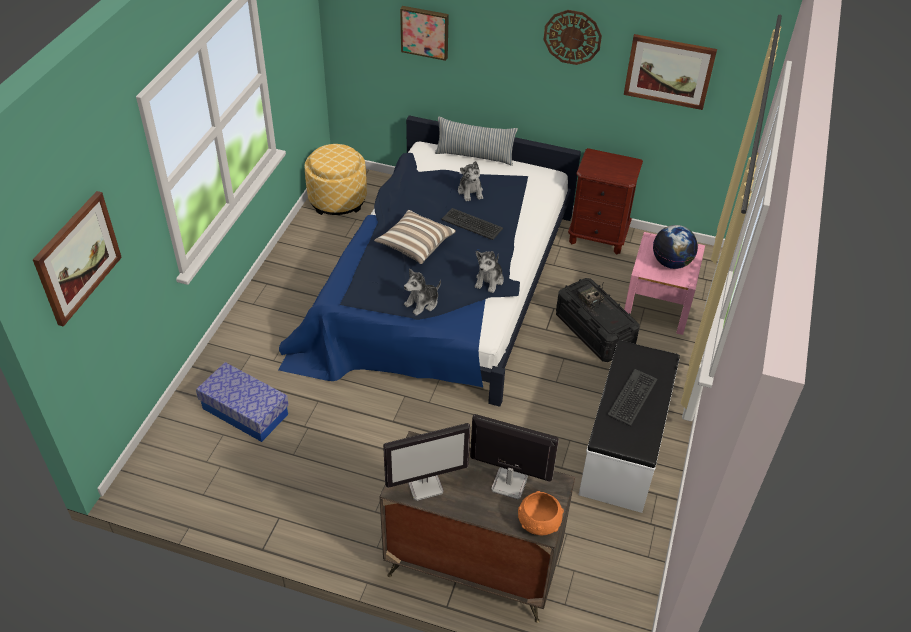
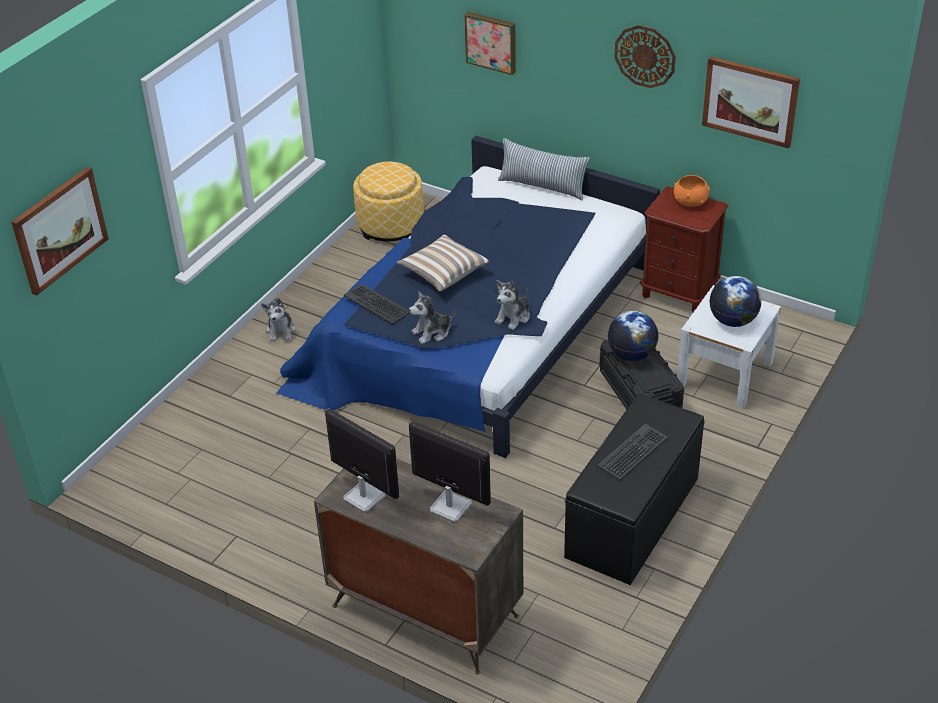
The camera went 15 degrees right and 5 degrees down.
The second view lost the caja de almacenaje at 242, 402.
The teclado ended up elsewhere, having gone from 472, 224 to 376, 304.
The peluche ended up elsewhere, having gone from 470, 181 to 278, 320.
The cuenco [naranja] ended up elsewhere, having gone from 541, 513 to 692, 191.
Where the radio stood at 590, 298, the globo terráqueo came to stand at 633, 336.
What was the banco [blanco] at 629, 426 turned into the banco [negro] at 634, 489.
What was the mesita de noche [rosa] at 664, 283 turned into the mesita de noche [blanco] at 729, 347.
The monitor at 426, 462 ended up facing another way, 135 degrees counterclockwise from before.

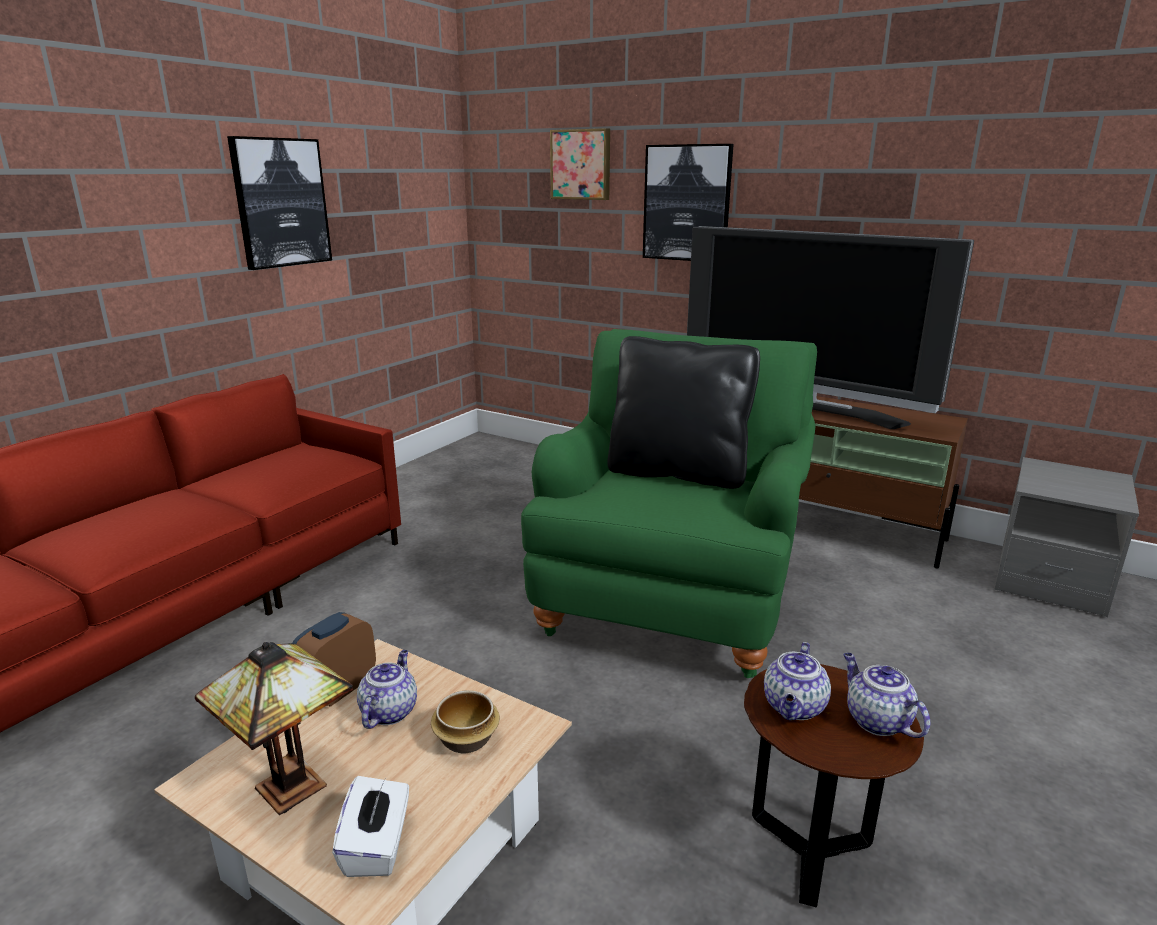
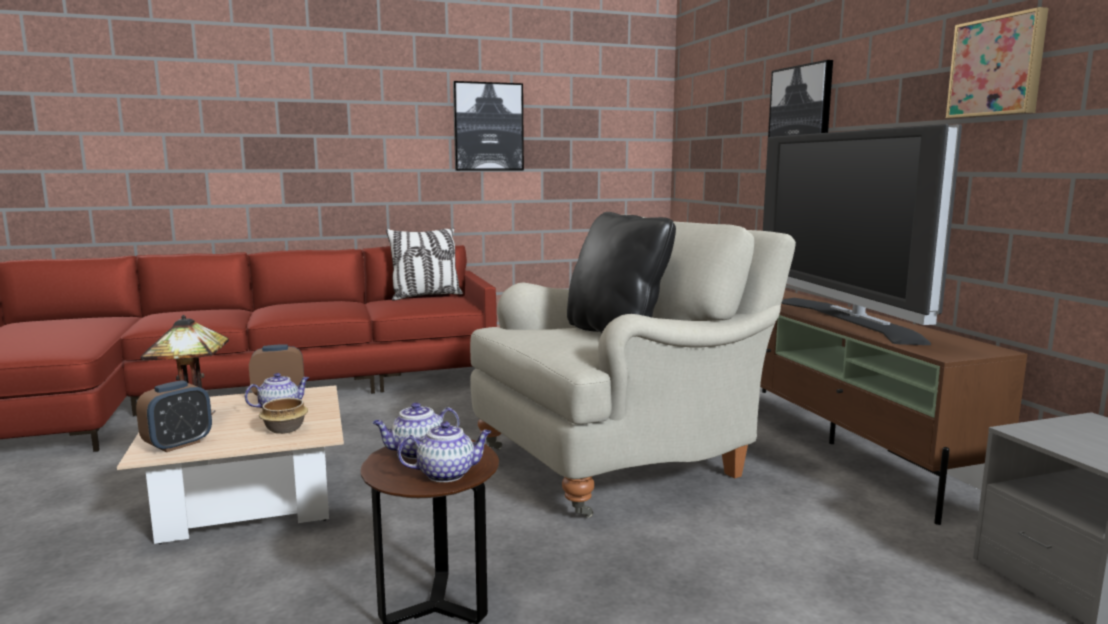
The camera went 40 degrees right and 10 degrees down.
The second view gained the cojín at 424, 264.
The cuadro ended up elsewhere, having gone from 580, 164 to 997, 63.
Where the caja de pañuelos [blanco] stood at 370, 826, the despertador came to stand at 174, 416.
What was the sillón [verde] at 669, 503 turned into the sillón [beis] at 633, 367.
The tetera at 887, 695 ended up facing another way, 60 degrees clockwise from before.

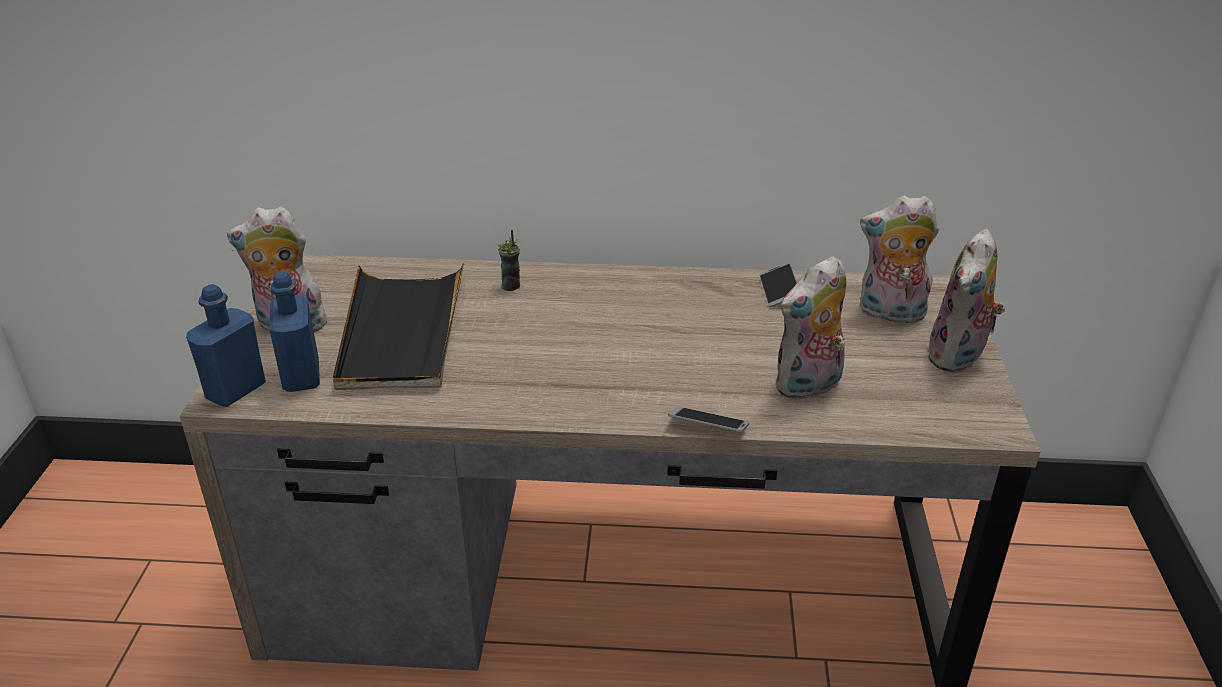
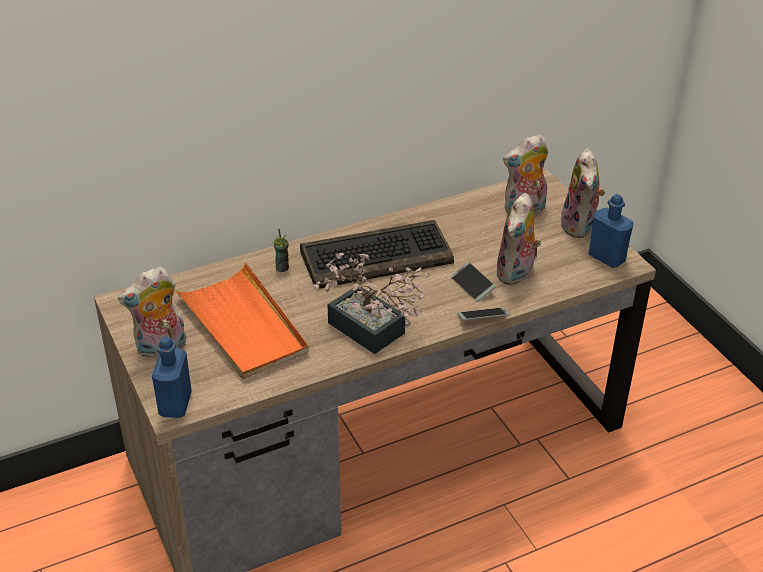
The camera went 30 degrees left and 5 degrees up.
The second view gained the teclado at 377, 254.
The second view gained the planta en maceta at 371, 303.
The botella [azul] ended up elsewhere, having gone from 294, 332 to 611, 231.
The móvil ended up elsewhere, having gone from 778, 284 to 473, 282.
What was the bandeja [negro] at 398, 327 turned into the bandeja [naranja] at 242, 320.

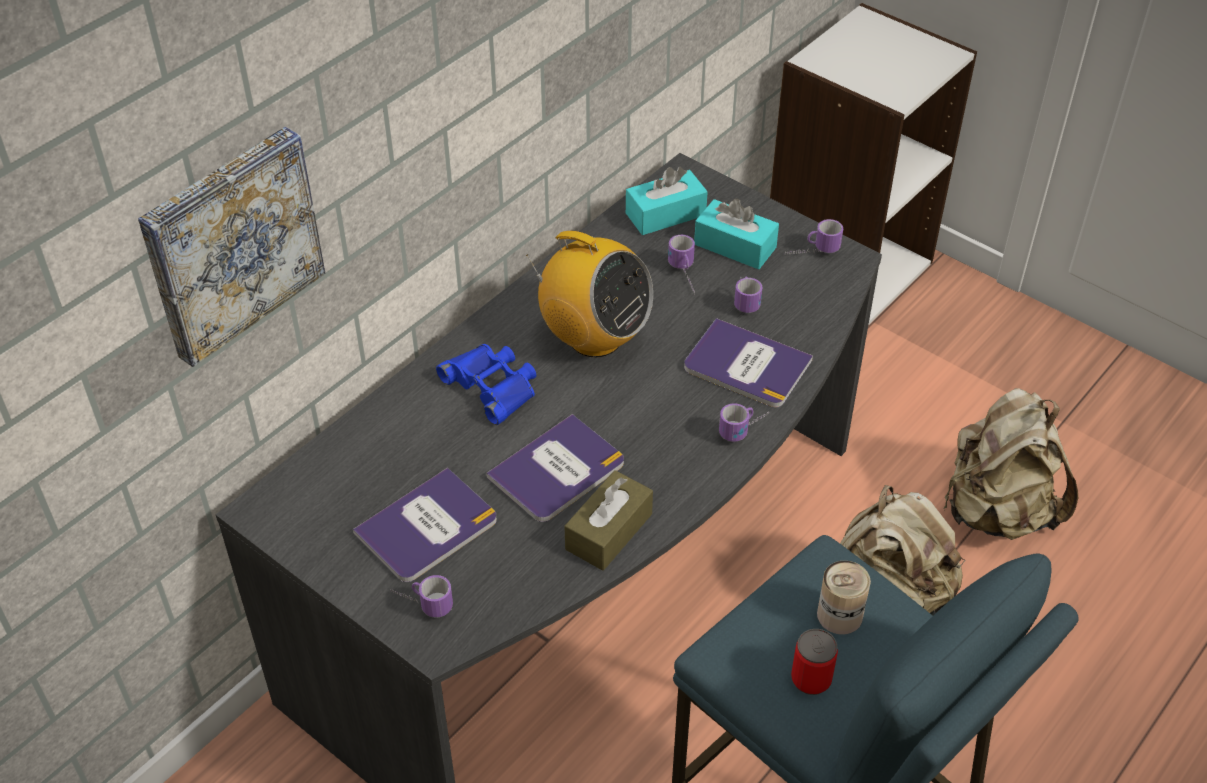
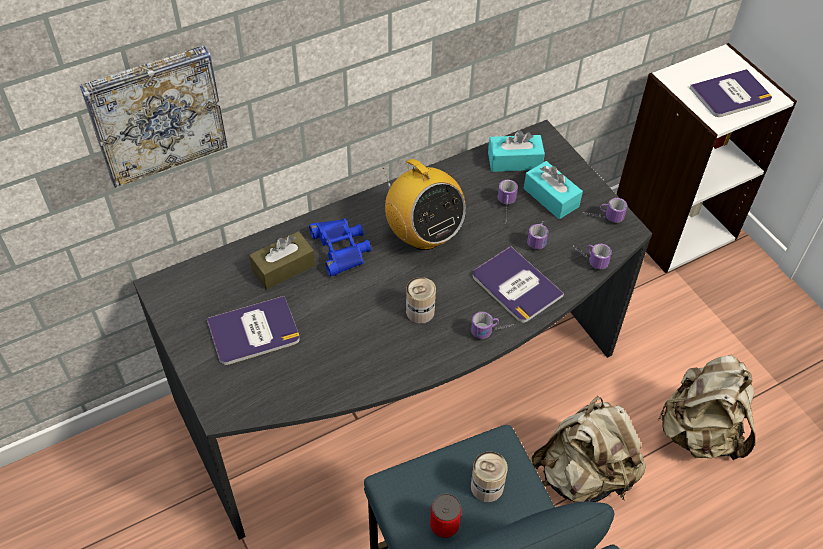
The camera went 20 degrees right and 5 degrees up.
The second view gained the lata at 421, 300.
The taza grande ended up elsewhere, having gone from 421, 596 to 593, 256.
The libro ended up elsewhere, having gone from 555, 468 to 731, 93.
The caja de pañuelos [marrón] ended up elsewhere, having gone from 608, 520 to 282, 260.

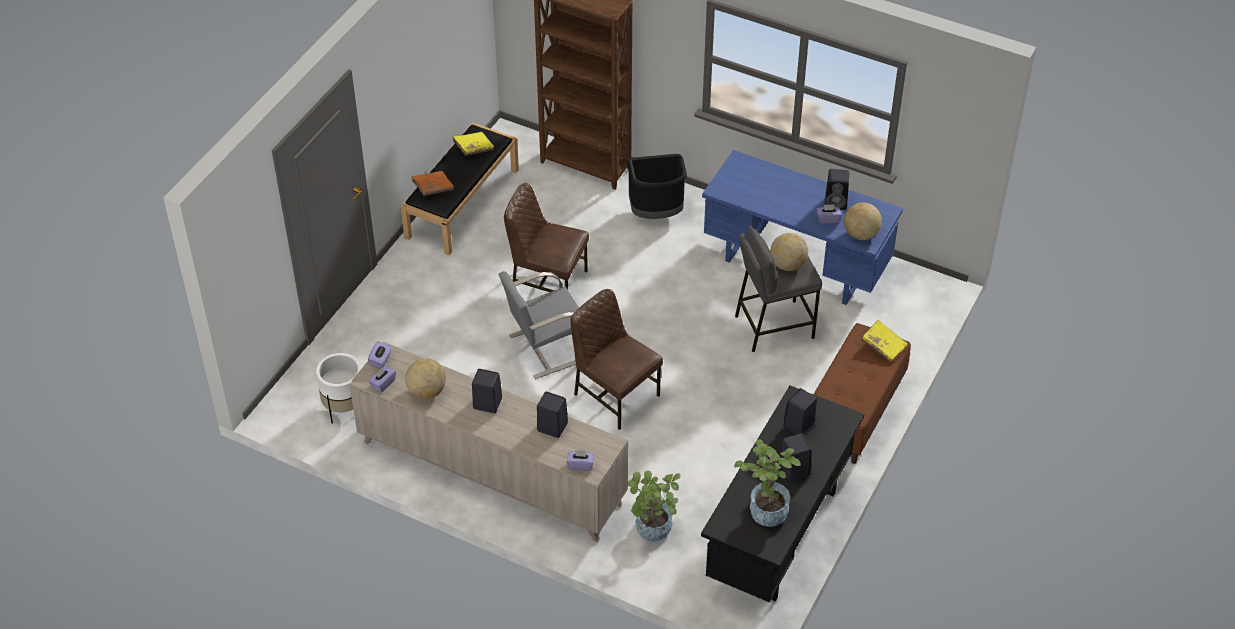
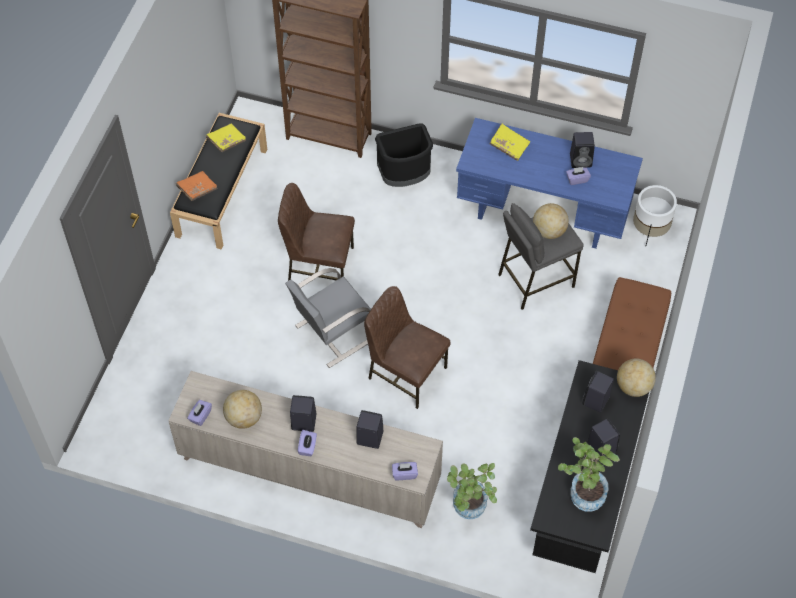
The camera went 10 degrees left and 10 degrees up.
The maceta [blanco] ended up elsewhere, having gone from 338, 388 to 655, 215.
The caja de pañuelos [morado] ended up elsewhere, having gone from 380, 354 to 307, 443.
The globo terráqueo ended up elsewhere, having gone from 863, 221 to 636, 377.
The libro [amarillo] ended up elsewhere, having gone from 884, 341 to 510, 142.

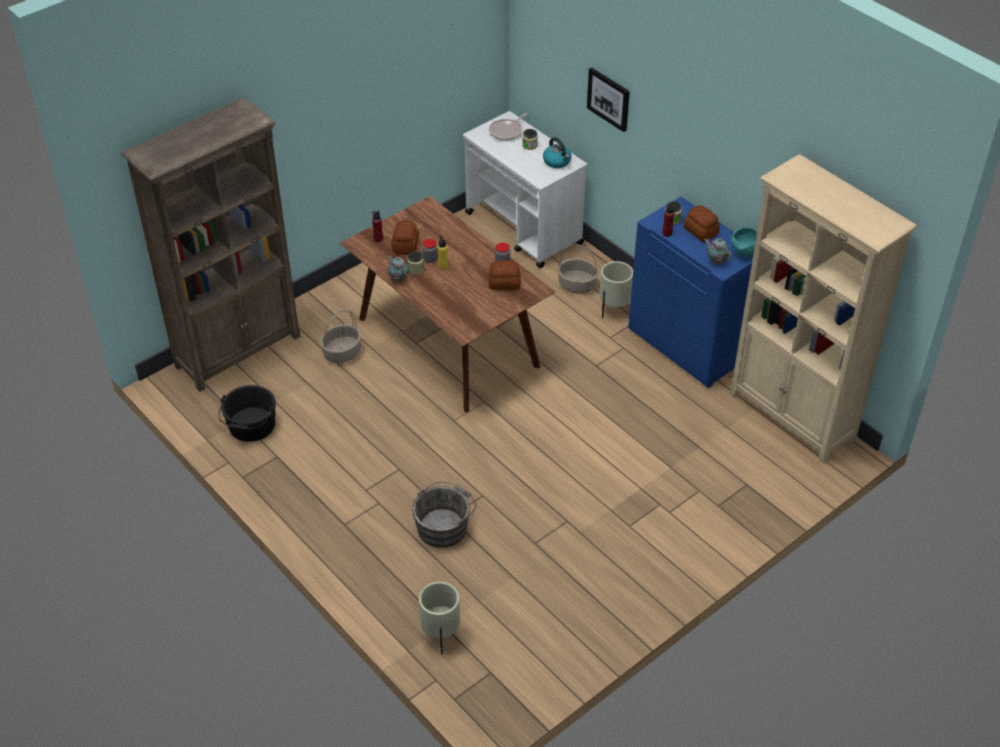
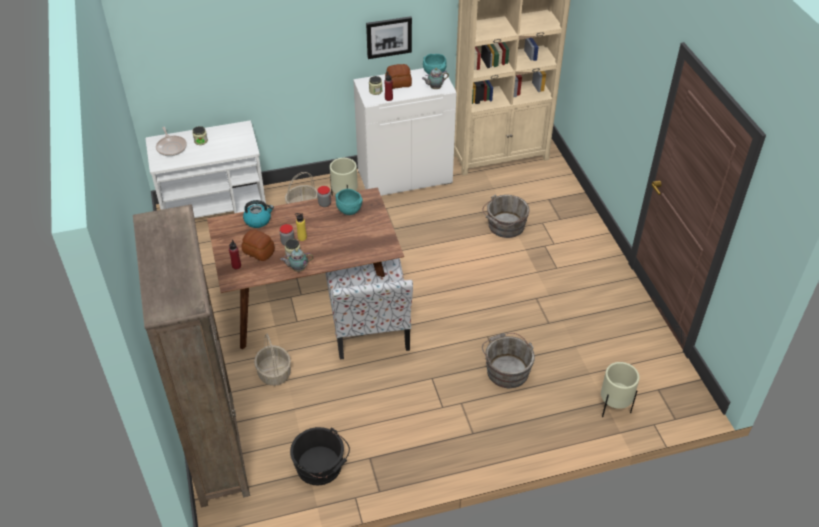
The camera went 65 degrees left and 0 degrees up.
The second view gained the silla at 369, 309.
The second view gained the cubo [gris] at 506, 216.
The hervidor ended up elsewhere, having gone from 557, 152 to 258, 214.
The cuadro ended up elsewhere, having gone from 608, 99 to 389, 37.
Where the pan stood at 505, 275, the cuenco [turquesa] came to stand at 349, 202.
What was the armario [azul] at 690, 292 turned into the armario [blanco] at 404, 132.

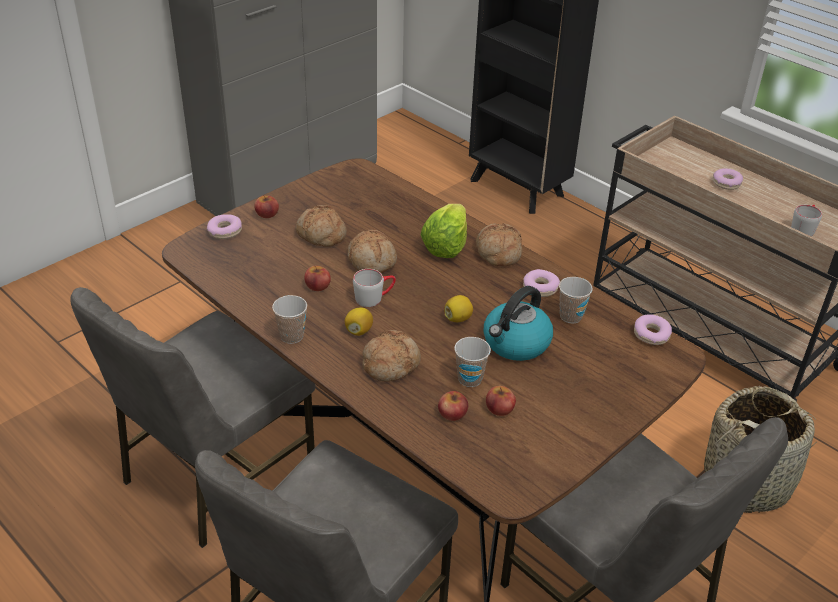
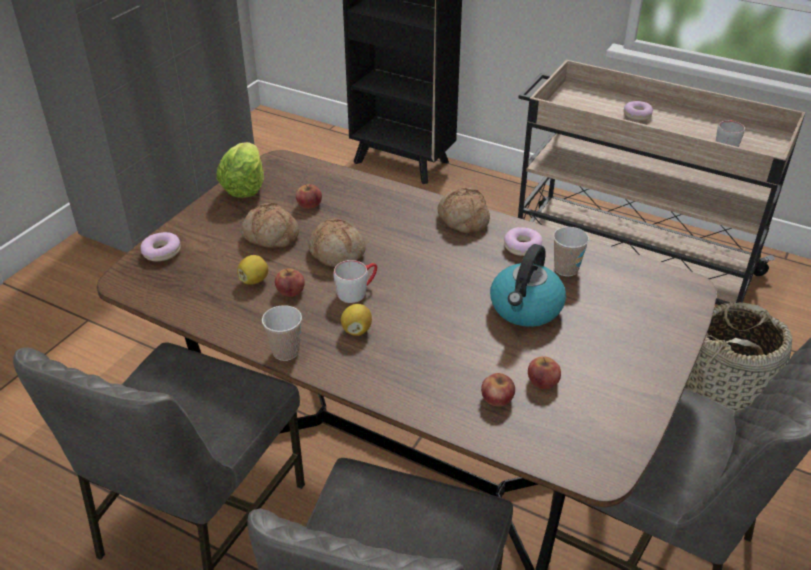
The camera went 15 degrees left and 0 degrees up.
The second view lost the pan at 391, 356.
The second view lost the taza at 472, 362.
The second view lost the rosquilla at 653, 329.
The manzana ended up elsewhere, having gone from 266, 206 to 309, 196.
The lechuga ended up elsewhere, having gone from 443, 231 to 240, 170.
The limón ended up elsewhere, having gone from 458, 308 to 252, 270.

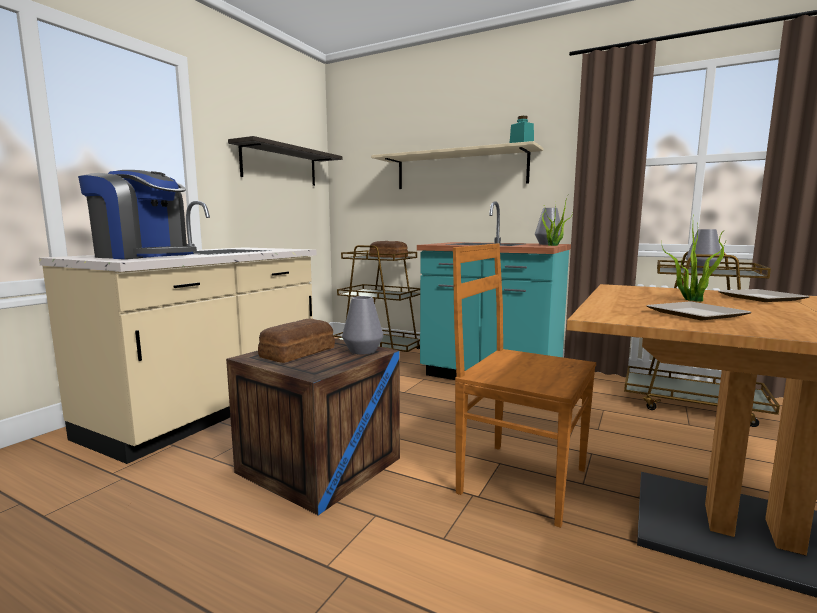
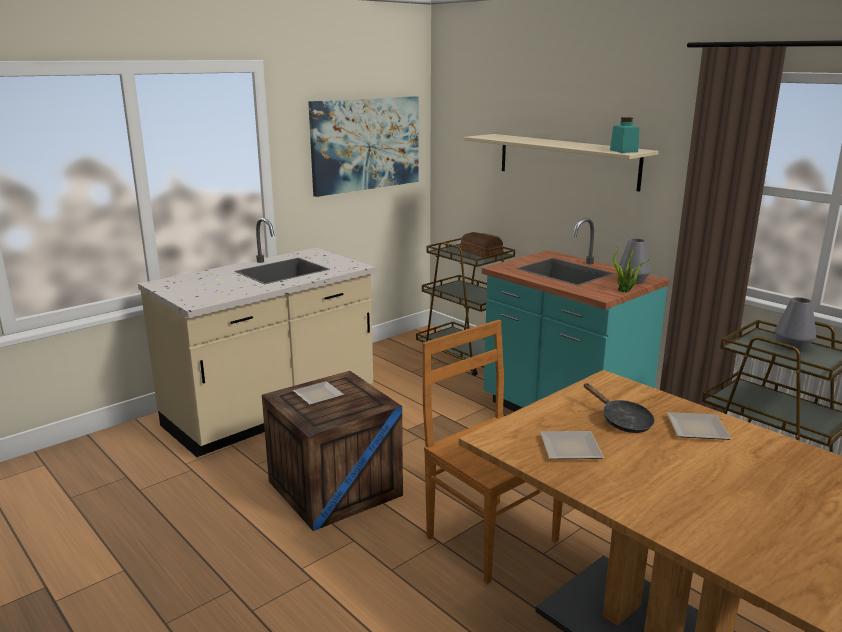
The camera went 20 degrees right and 10 degrees up.
The second view lost the cafetera at 137, 214.
The second view lost the florero [gris] at 362, 325.
Where the estante hung at 285, 161, the cuadro came to hang at 363, 146.
Where the pan stood at 296, 341, the plato came to stand at 318, 393.
Where the planta en maceta stood at 694, 257, the sartén [negro] came to stand at 619, 408.

